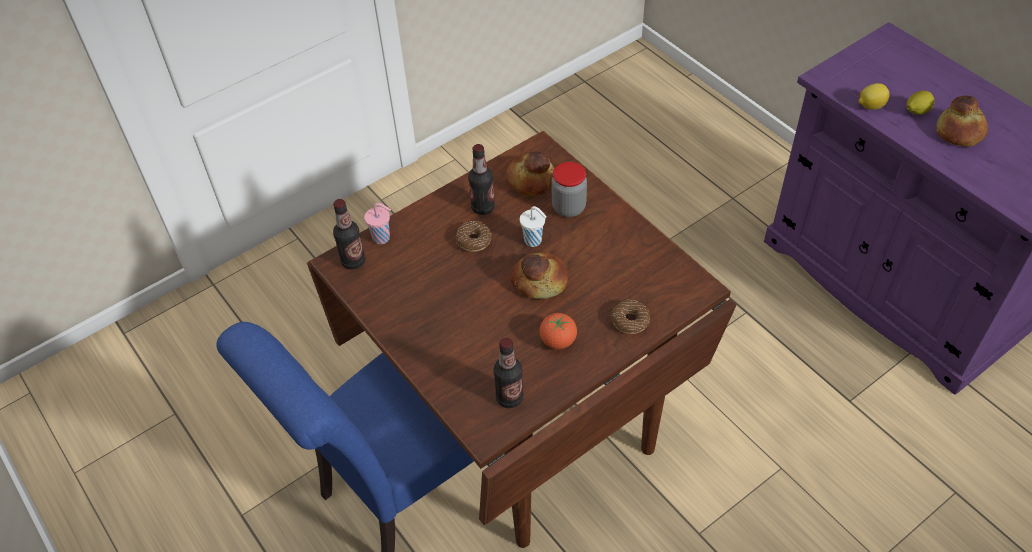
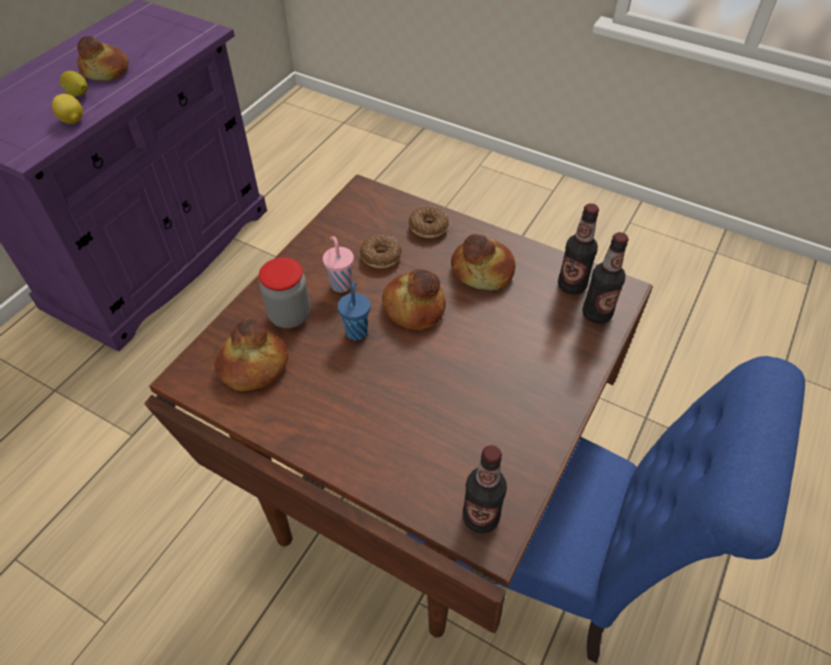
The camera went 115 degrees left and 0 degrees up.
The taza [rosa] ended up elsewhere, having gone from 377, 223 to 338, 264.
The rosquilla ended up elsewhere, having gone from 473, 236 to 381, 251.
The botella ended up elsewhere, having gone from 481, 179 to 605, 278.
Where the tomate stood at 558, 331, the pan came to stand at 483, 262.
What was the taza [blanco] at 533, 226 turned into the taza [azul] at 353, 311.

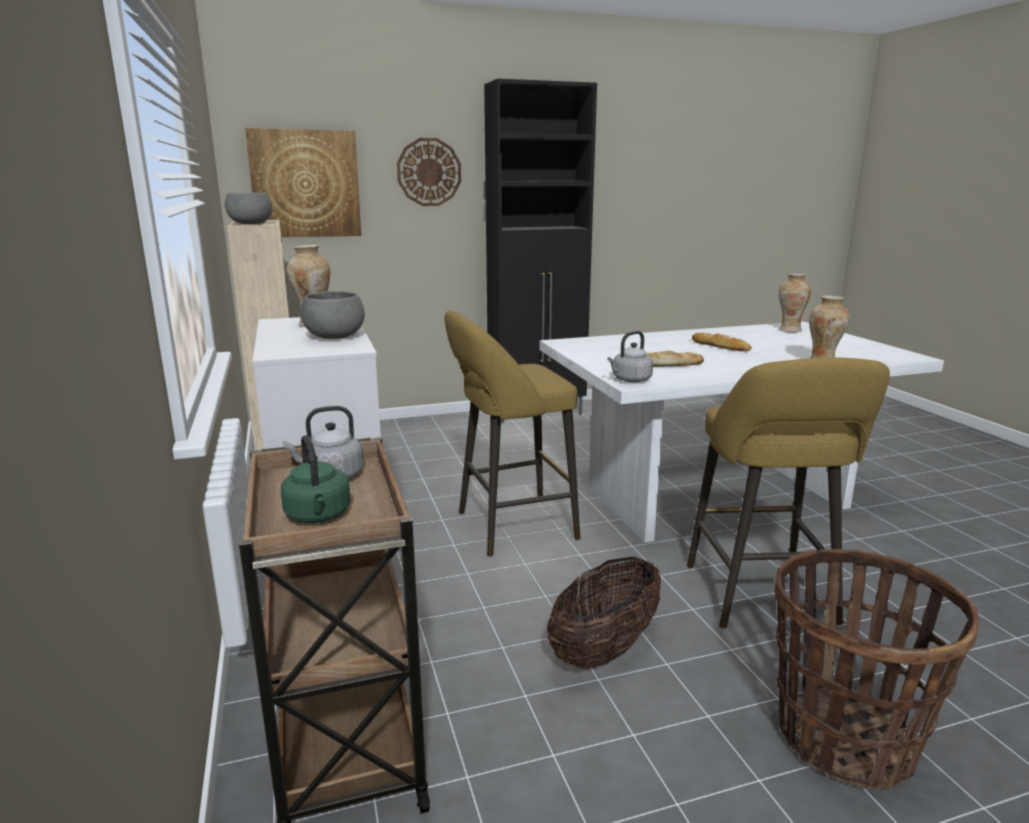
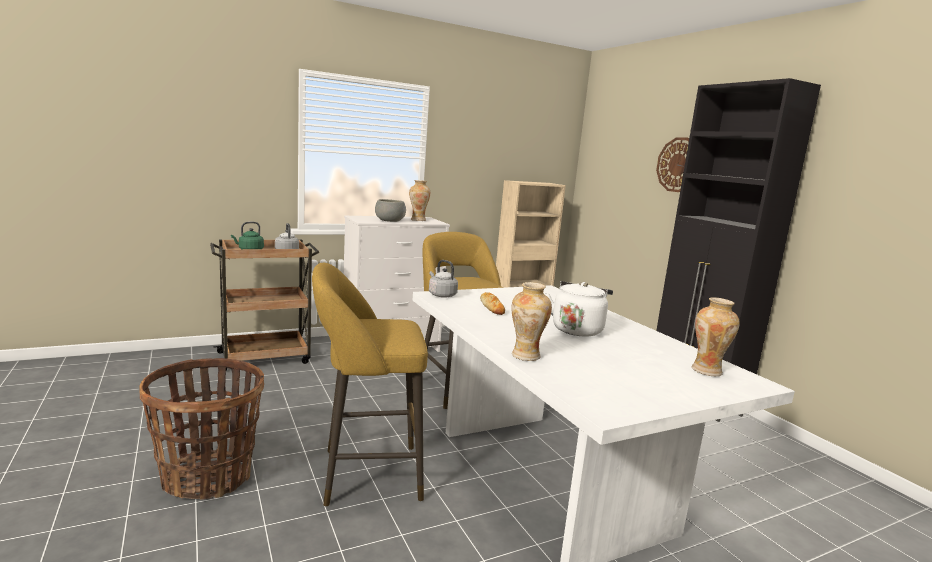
The camera went 80 degrees right and 5 degrees down.
The second view lost the cuenco [gris] at 249, 208.
The second view lost the cuadro at 303, 182.
The second view lost the cesta at 604, 612.
Where the pan stood at 722, 342, the hervidor [blanco] came to stand at 579, 309.

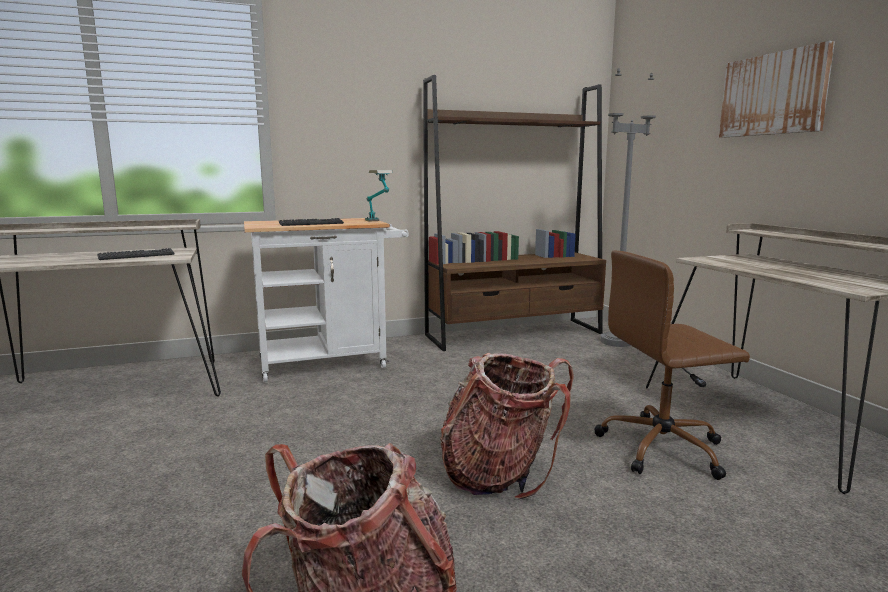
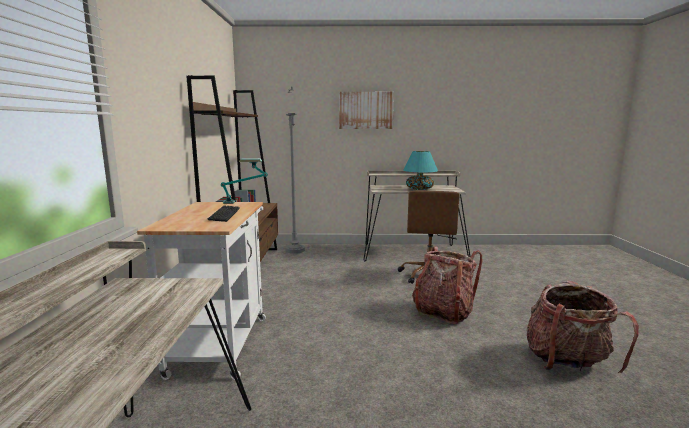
The camera went 70 degrees left and 0 degrees up.
The second view lost the teclado at 136, 254.
The second view gained the lámpara de mesa [turquesa] at 420, 170.

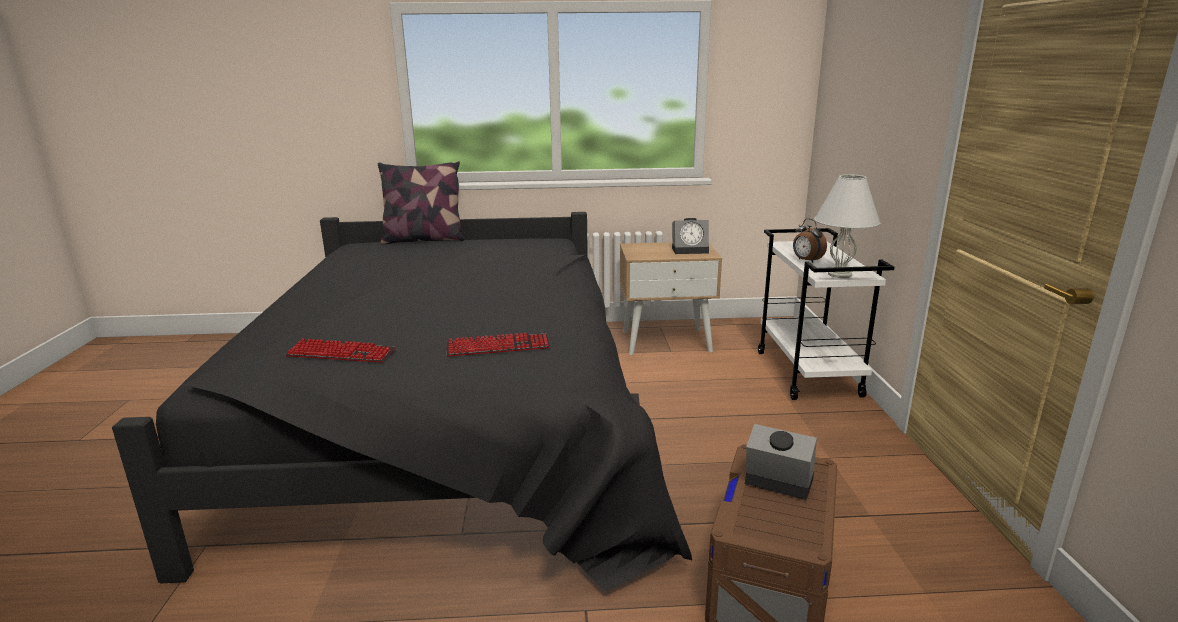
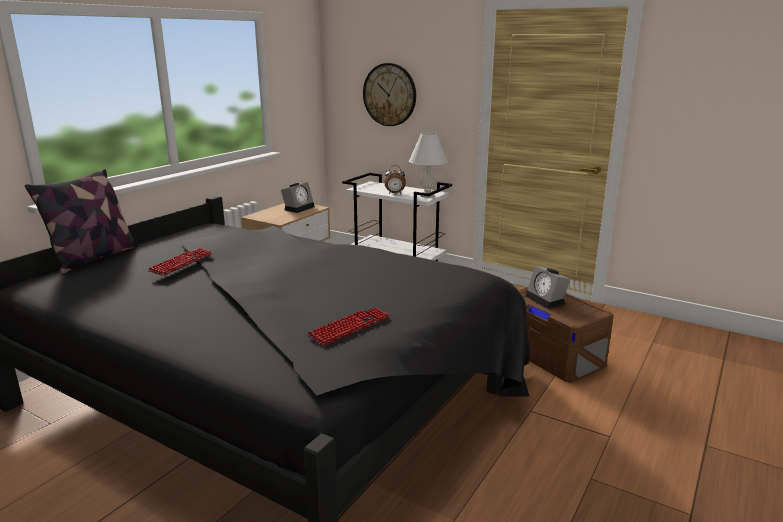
The camera went 55 degrees left and 0 degrees up.
The second view gained the reloj de pared at 389, 94.
The teclado ended up elsewhere, having gone from 499, 344 to 180, 262.
The despertador at 781, 462 ended up facing another way, 90 degrees counterclockwise from before.

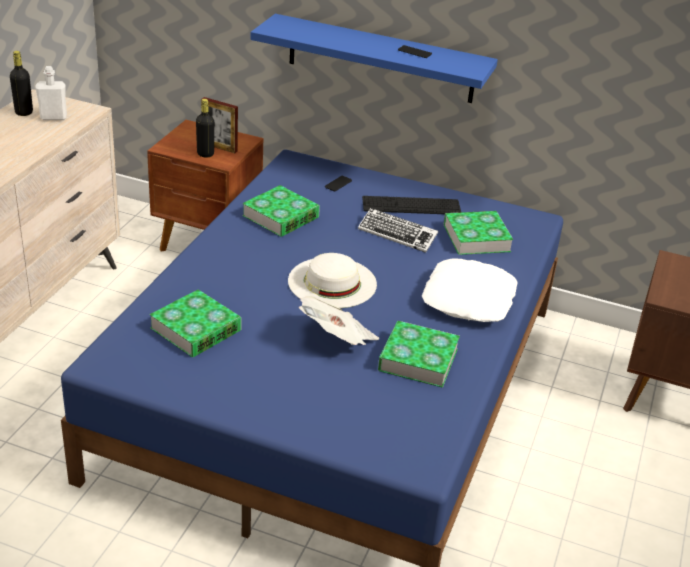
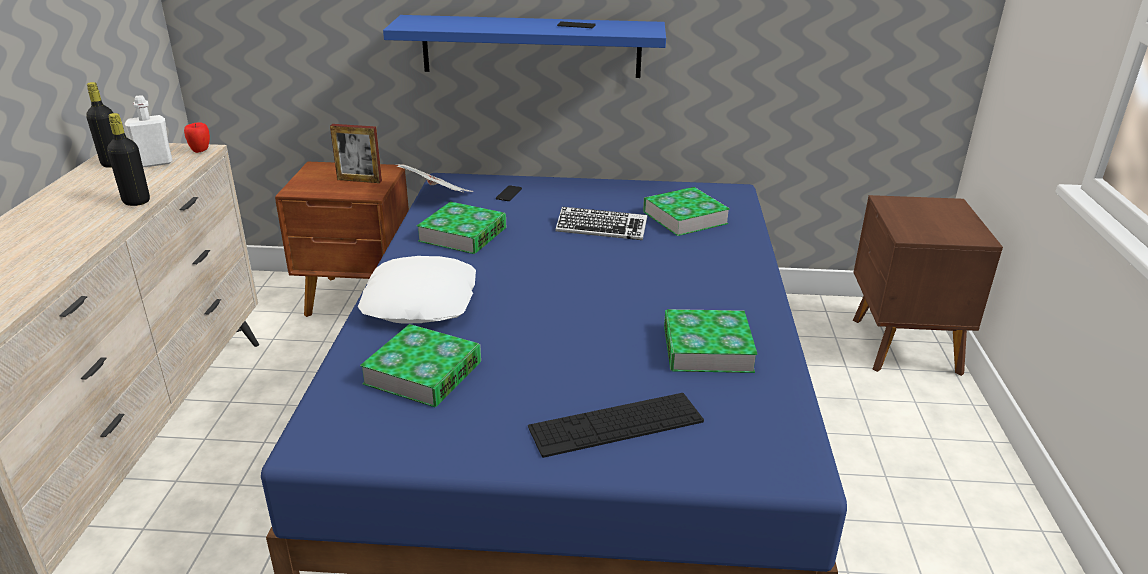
The camera went 15 degrees left and 5 degrees down.
The second view lost the sombrero [blanco] at 332, 280.
The second view gained the manzana at 197, 138.
The botella [negro] ended up elsewhere, having gone from 205, 128 to 128, 159.
The periódico ended up elsewhere, having gone from 338, 320 to 435, 178.
The teclado ended up elsewhere, having gone from 411, 205 to 616, 425.
The cojín [blanco] ended up elsewhere, having gone from 470, 290 to 417, 290.

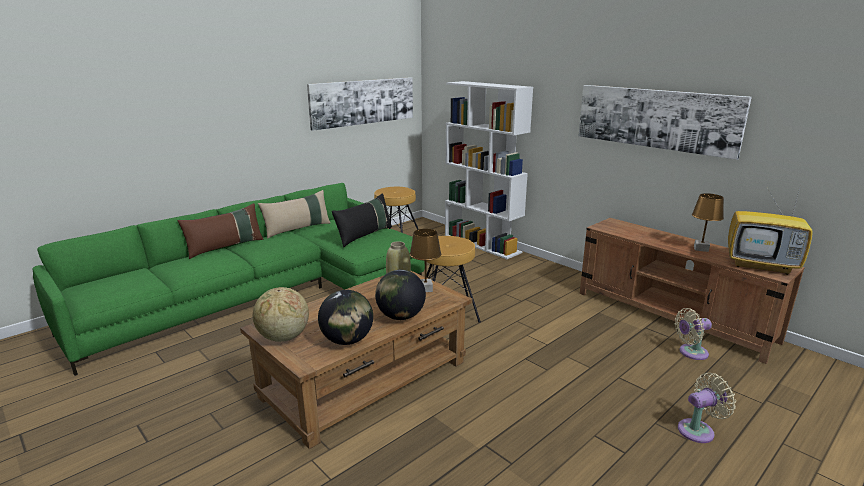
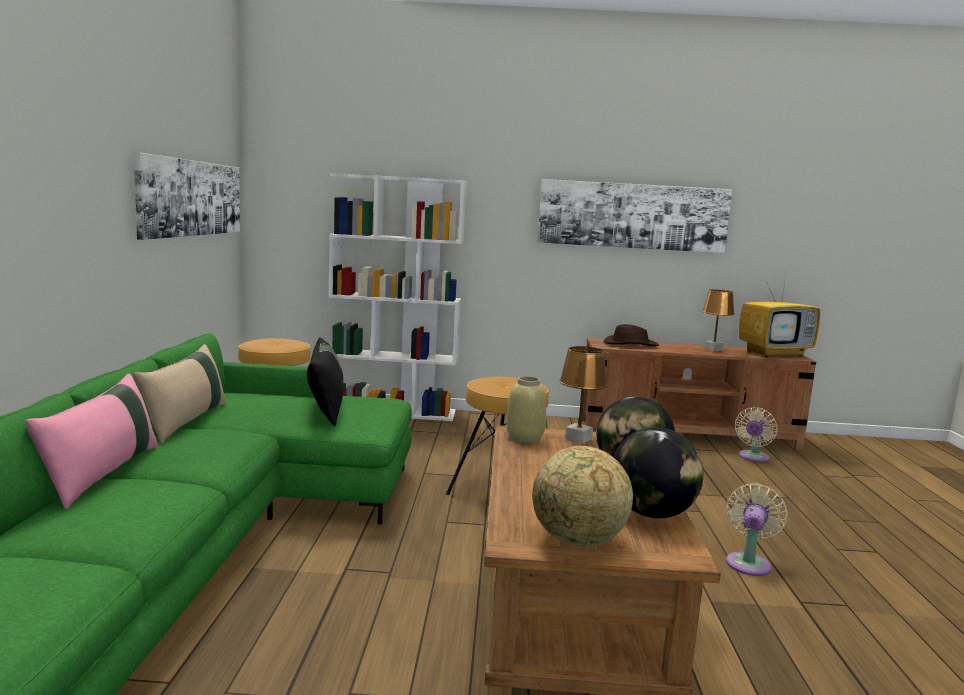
The camera went 45 degrees left and 10 degrees down.
The second view gained the sombrero [marrón] at 631, 335.
The ventilador [beis] ended up elsewhere, having gone from 707, 408 to 757, 529.
What was the cojín [marrón] at 220, 231 turned into the cojín [rosa] at 92, 441.

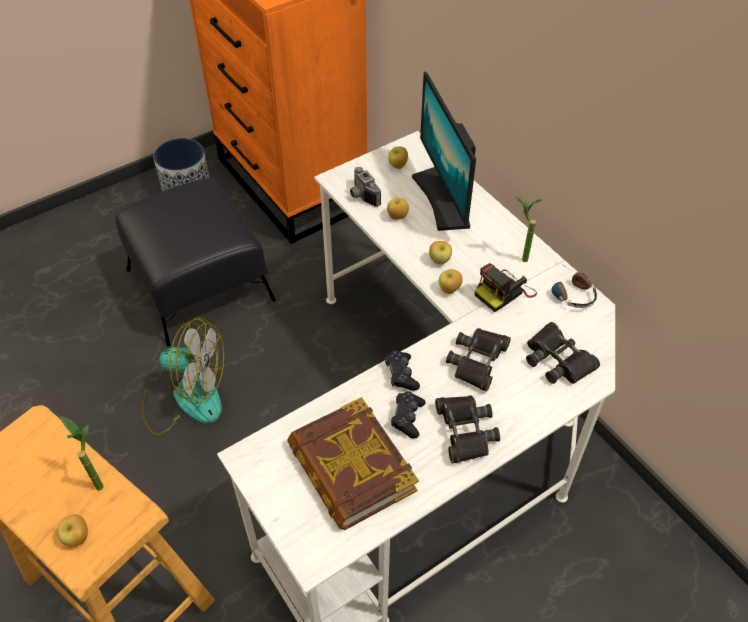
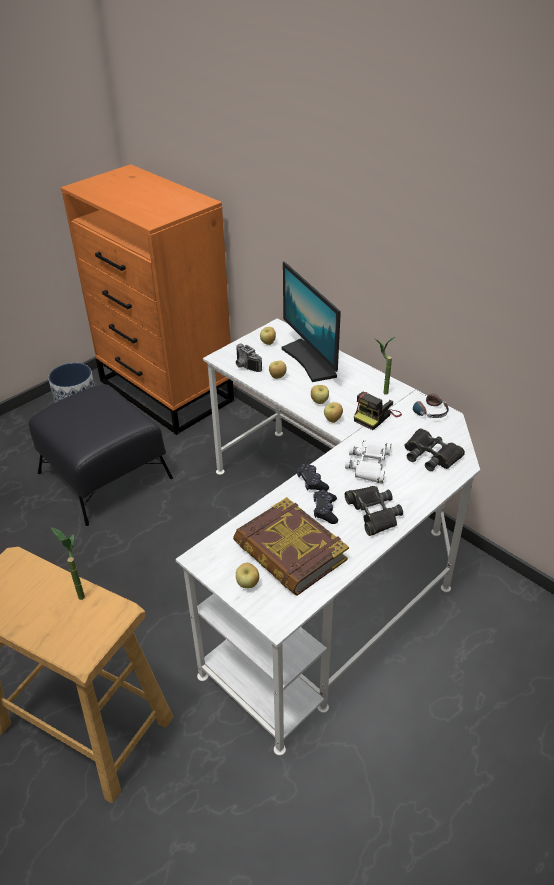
The camera went 10 degrees left and 10 degrees down.
The second view lost the ventilador at 183, 376.
The manzana ended up elsewhere, having gone from 72, 530 to 247, 575.
What was the prismáticos [negro] at 478, 360 turned into the prismáticos [blanco] at 368, 462.

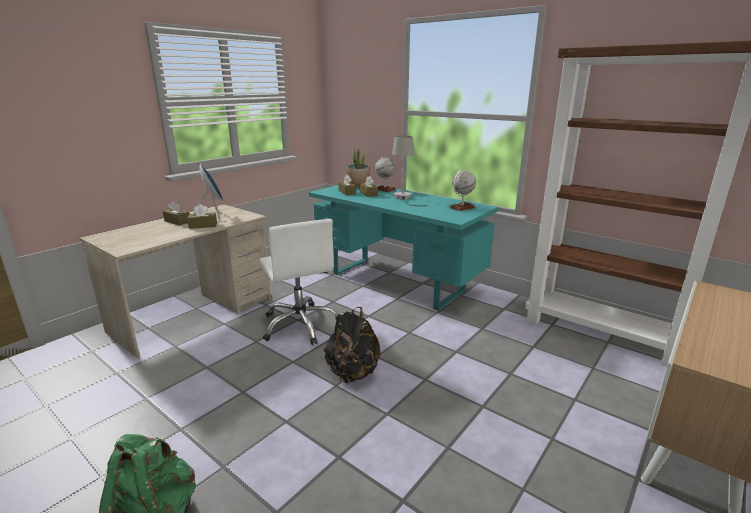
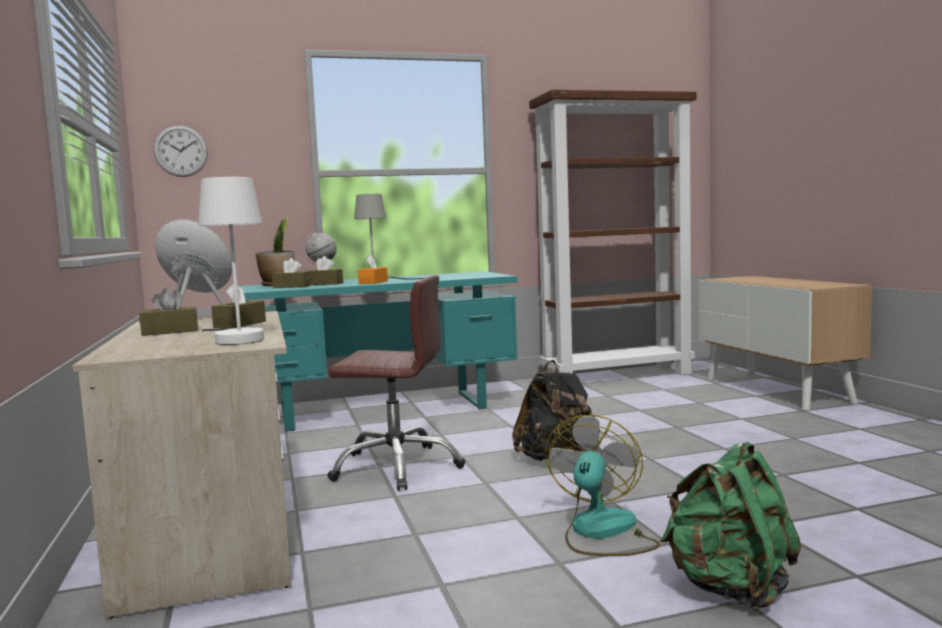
The camera went 55 degrees left and 15 degrees down.
The second view lost the globo terráqueo at 462, 190.
The second view gained the reloj de pared at 181, 151.
The second view gained the lámpara de mesa [blanco] at 231, 261.
The second view gained the caja de pañuelos [naranja] at 373, 269.
The second view gained the ventilador at 602, 485.
What was the silla de oficina [blanco] at 298, 282 turned into the silla de oficina [marrón] at 396, 383.

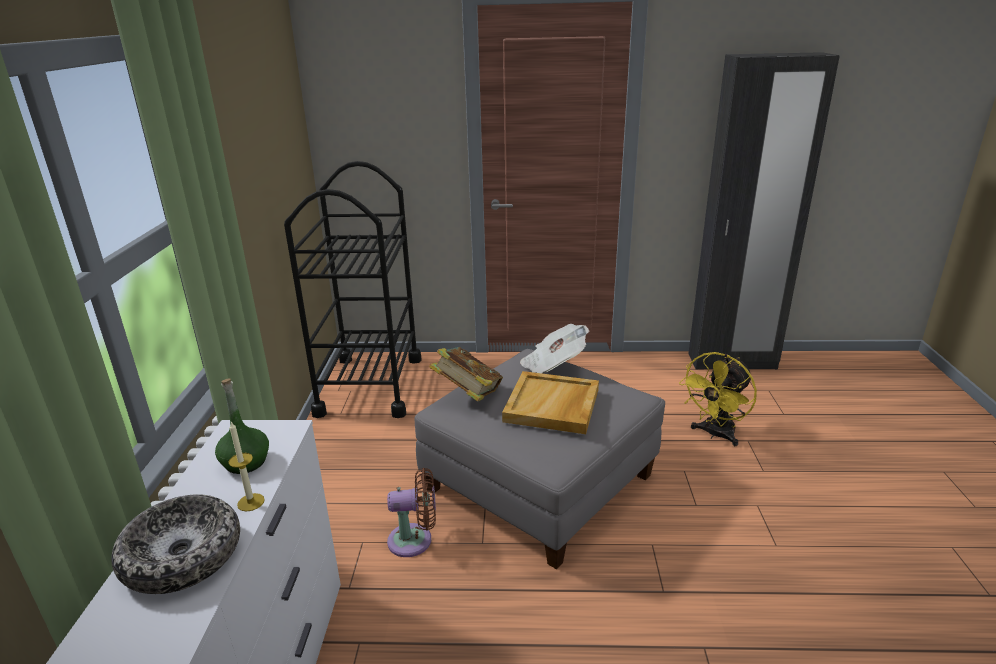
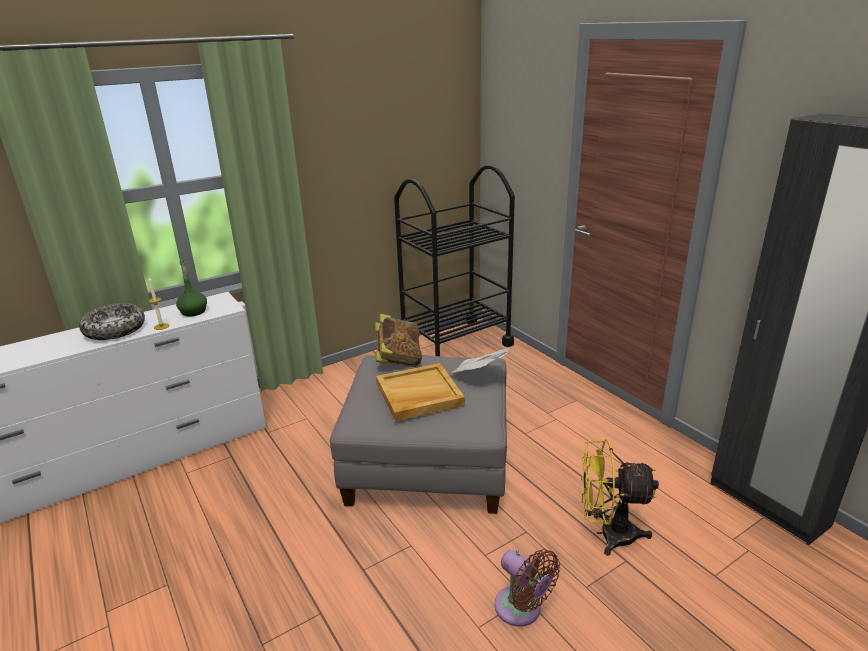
The camera went 55 degrees right and 0 degrees up.
The ventilador [marrón] ended up elsewhere, having gone from 411, 512 to 527, 588.

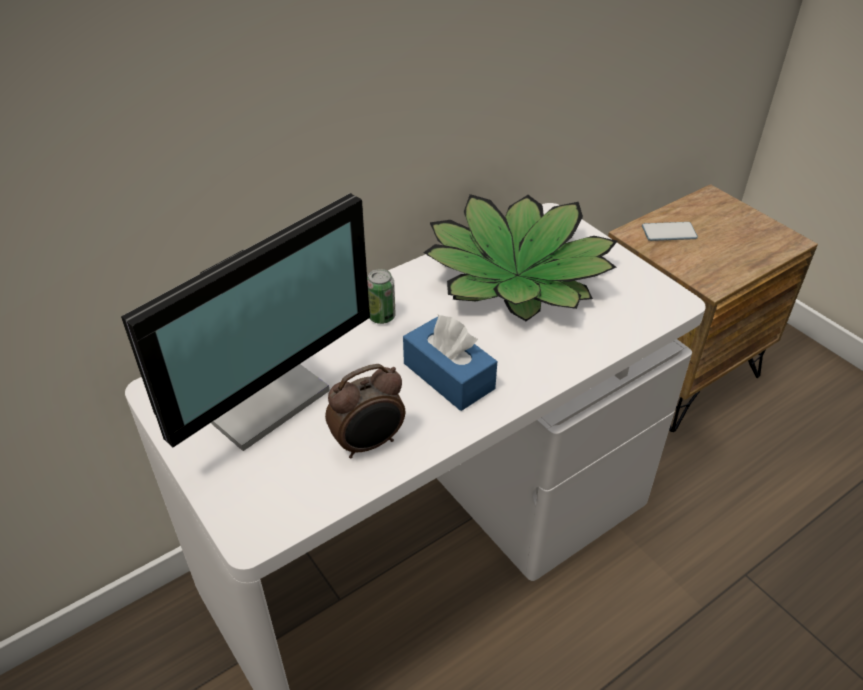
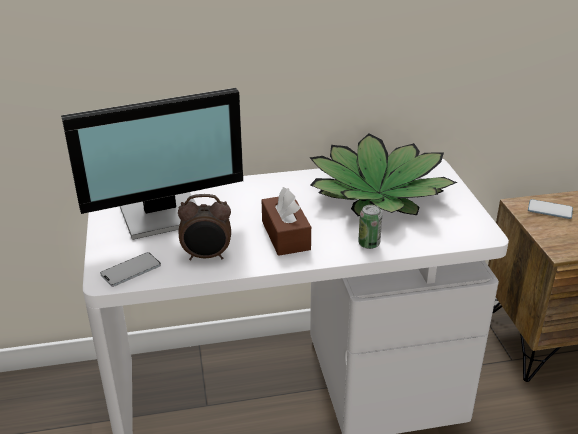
The camera went 25 degrees right and 10 degrees down.
The second view gained the móvil at 130, 269.
The lata ended up elsewhere, having gone from 381, 296 to 370, 227.
What was the caja de pañuelos [azul] at 450, 363 turned into the caja de pañuelos [marrón] at 286, 221.

